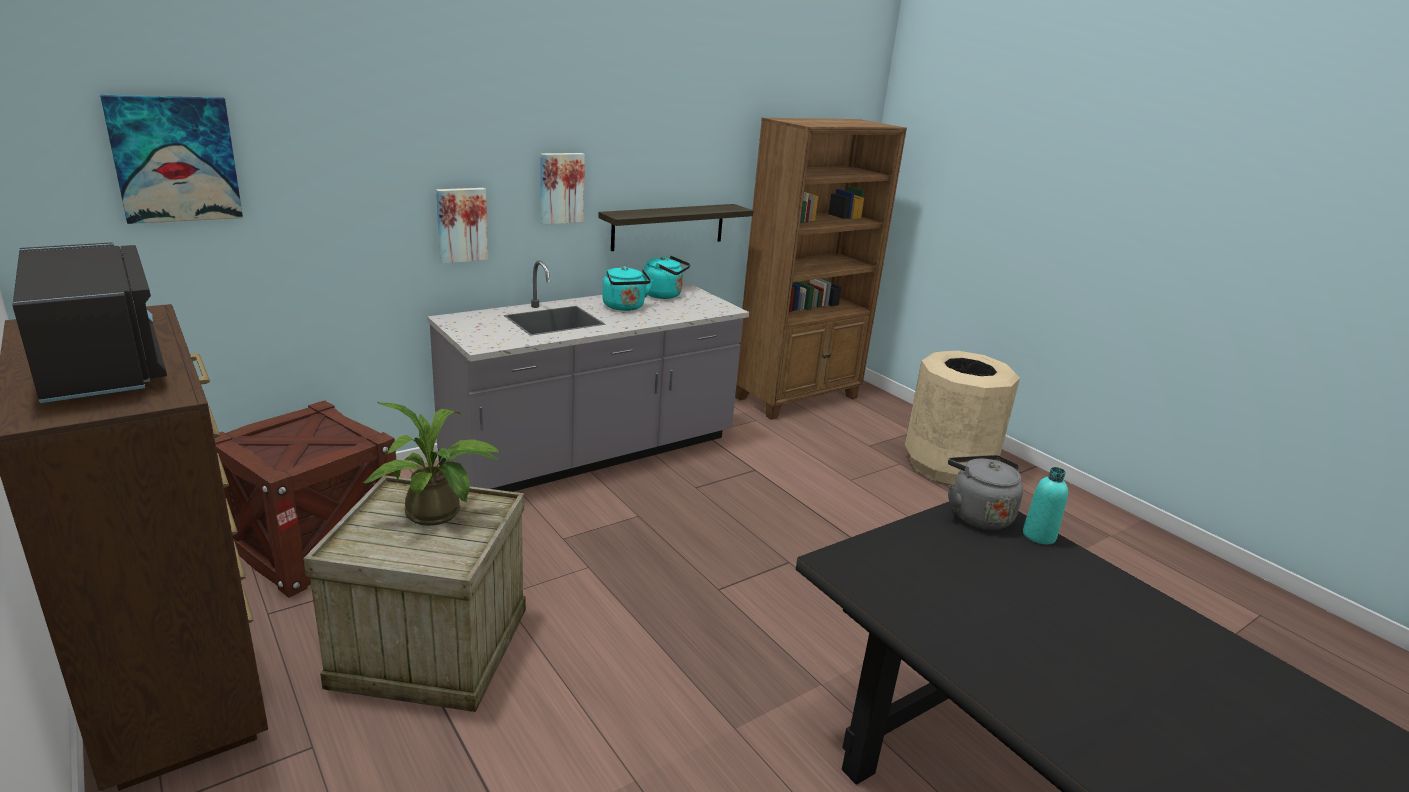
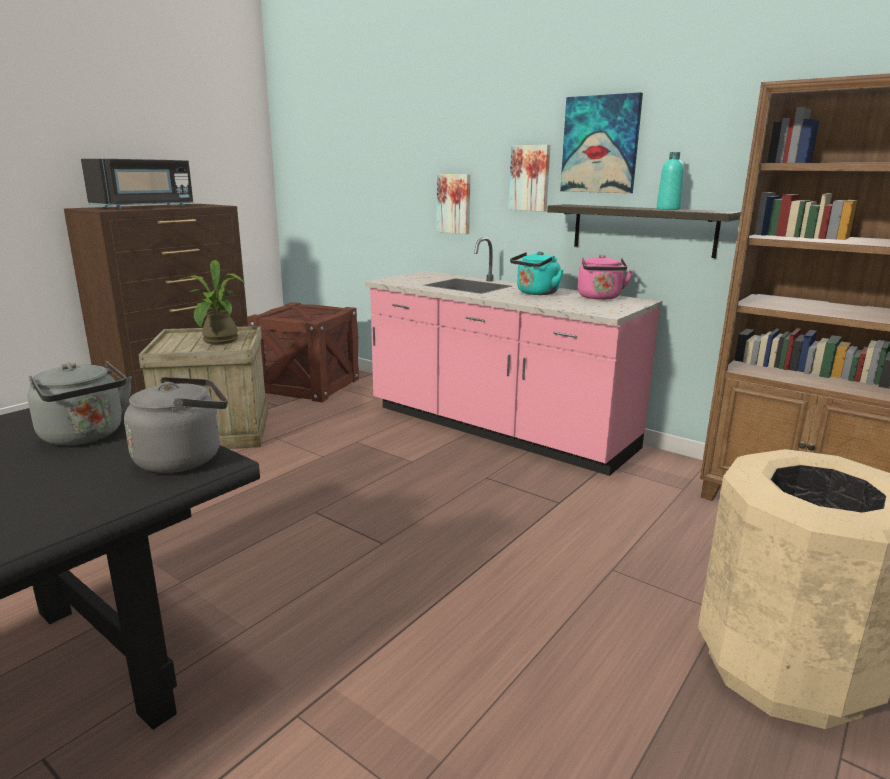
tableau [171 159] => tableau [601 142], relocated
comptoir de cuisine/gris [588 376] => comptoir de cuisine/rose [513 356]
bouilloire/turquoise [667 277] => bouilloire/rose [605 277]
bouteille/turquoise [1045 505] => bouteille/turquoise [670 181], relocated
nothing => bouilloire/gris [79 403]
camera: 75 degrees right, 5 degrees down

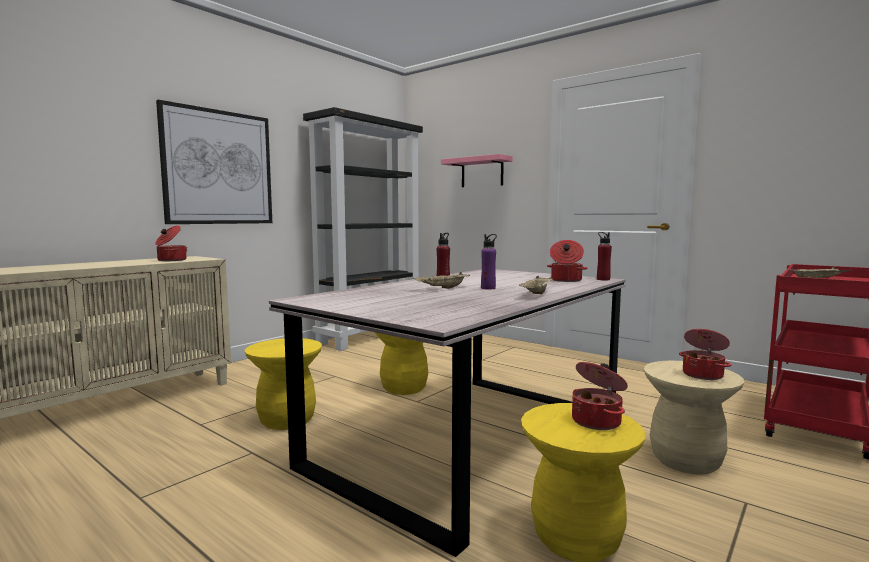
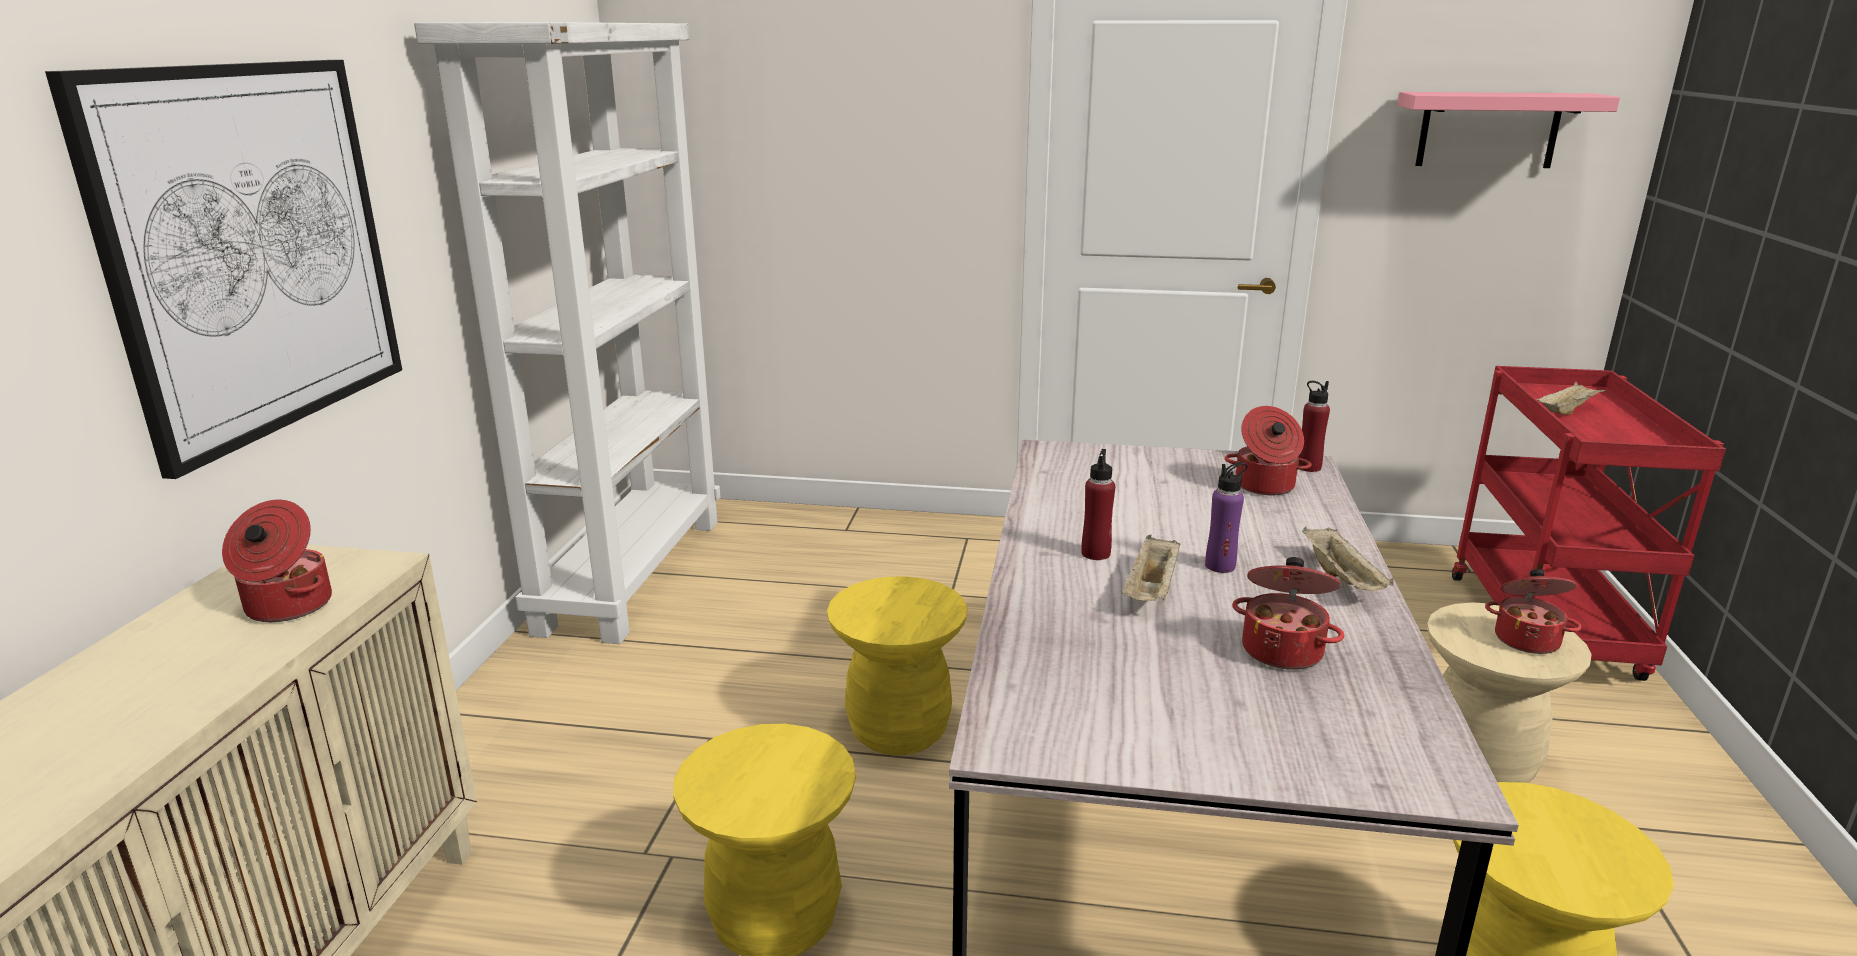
bibliothèque/noir [363 229] => bibliothèque/blanc [567 333]
étagère/rose [477 170] => étagère/rose [1508 130], relocated
marmite [600 396] => marmite [1288 613], relocated
camera: 30 degrees left, 15 degrees up

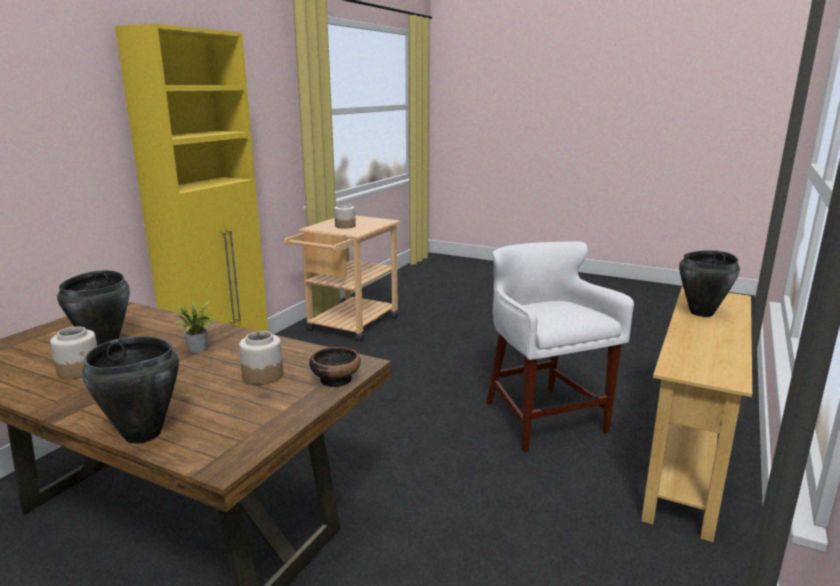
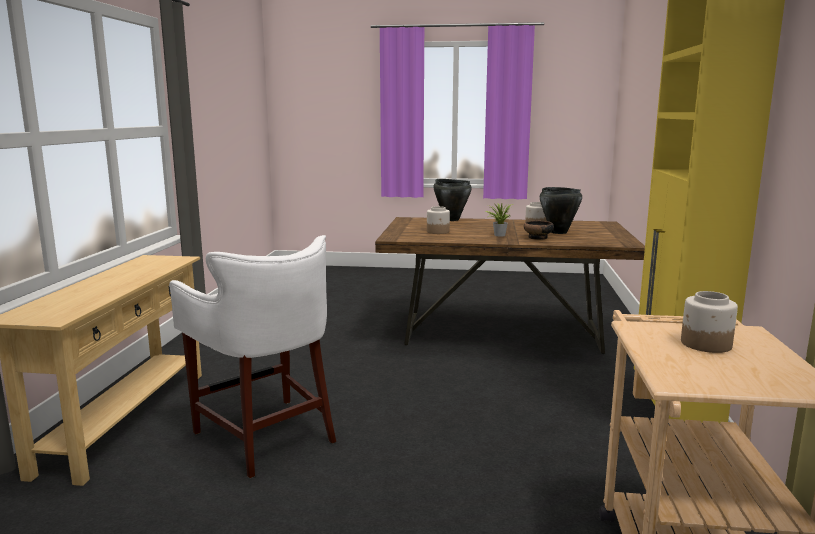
bol [335 367] => bol [539 230], relocated
marmite/noir [709 283] => nothing
camera: 160 degrees right, 5 degrees down

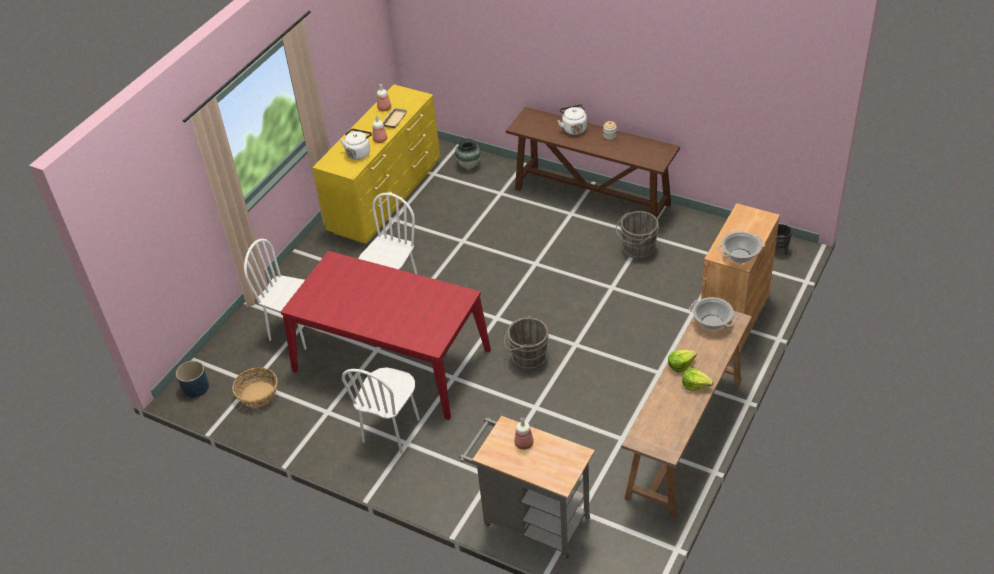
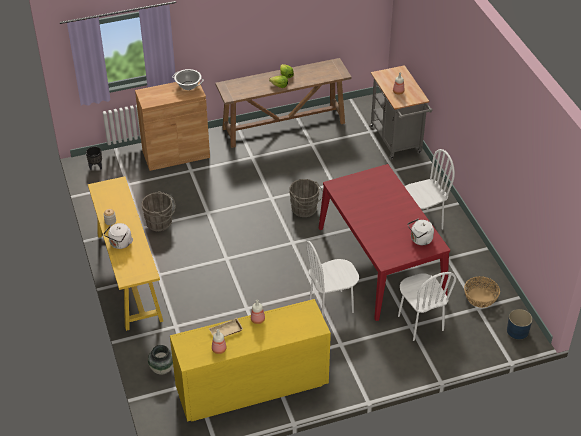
bouilloire/blanc [356 144] => bouilloire/blanc [421 232], relocated
table console/marron [593 162] => table console/jaune [125 253]
marmite [713 313] => nothing
camera: 140 degrees left, 0 degrees up

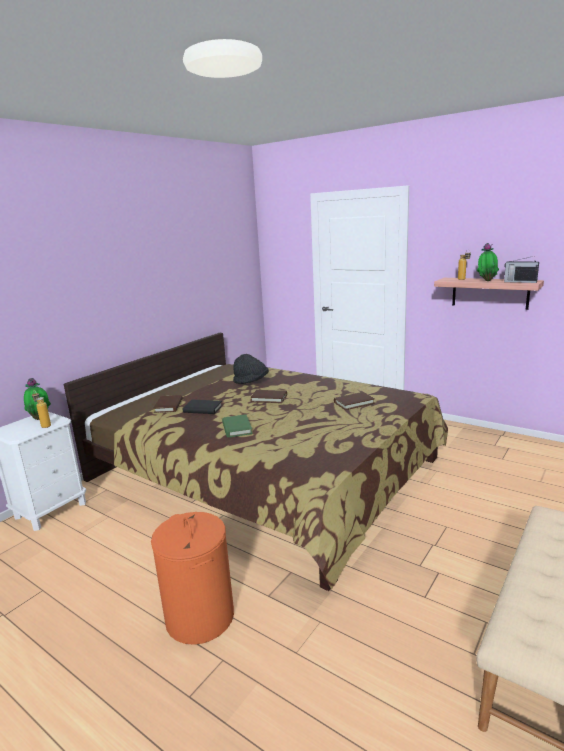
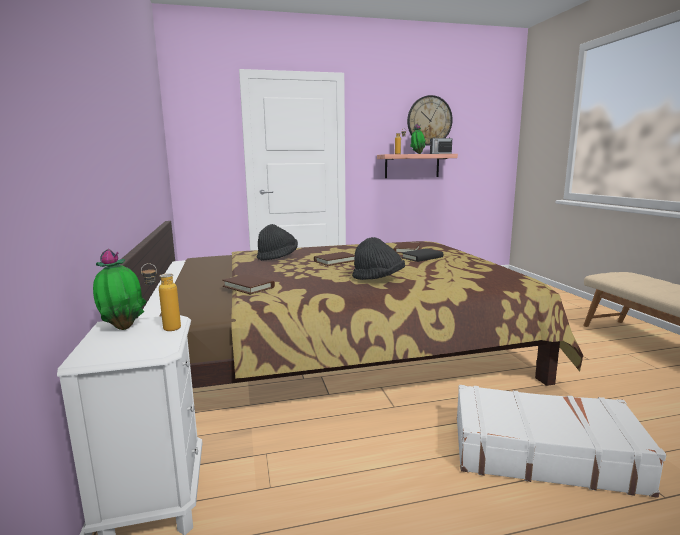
panier à linge/orange [192 578] => valise/blanc [561 441]
livre/noir [203 407] => livre/noir [422 255], relocated
livre/vert [237 426] => chapeau/noir [378 258]
nothing => horloge murale [430 120]
camera: 50 degrees left, 5 degrees down

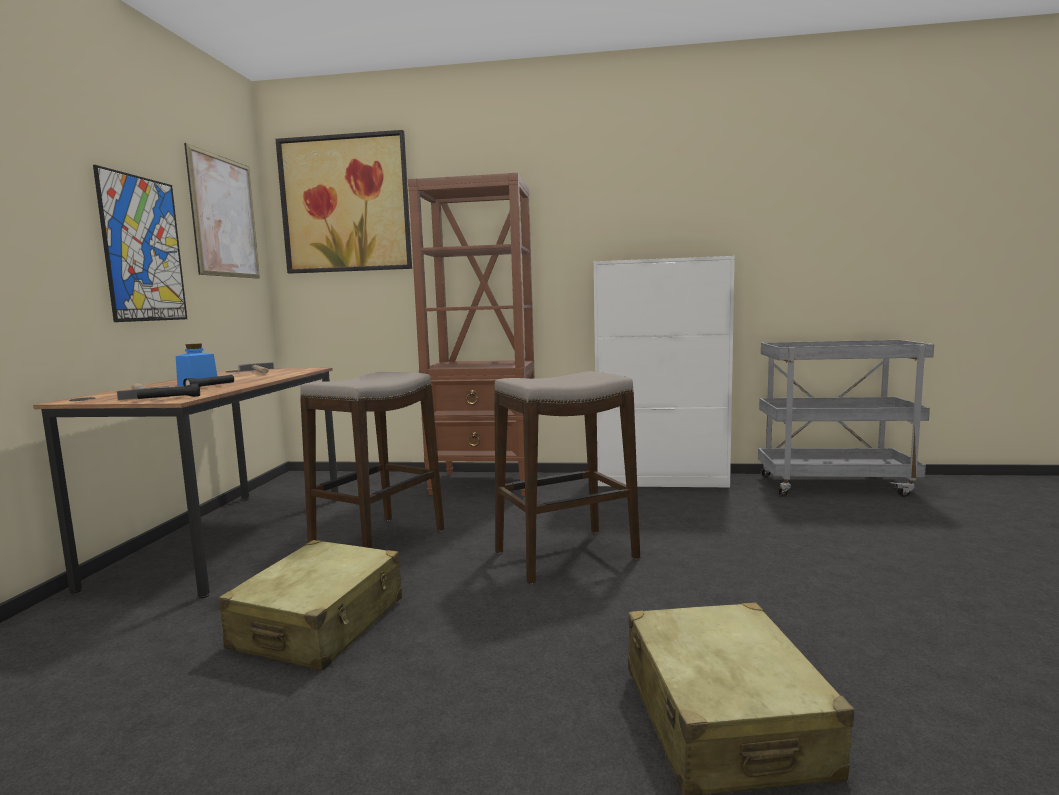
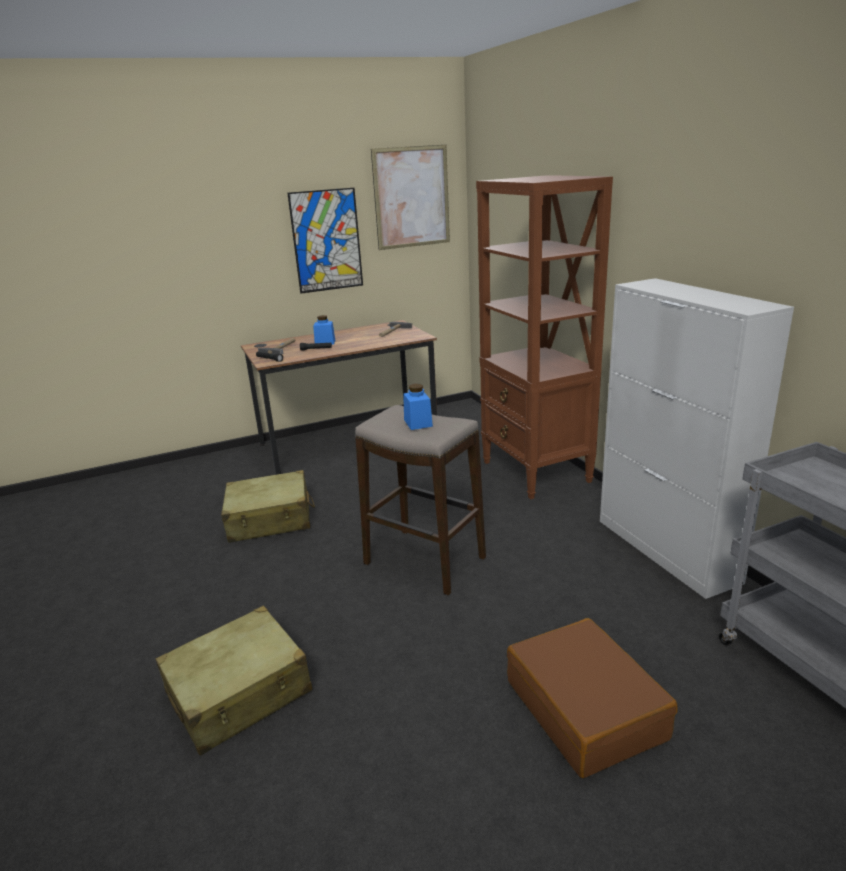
tableau [344 202] => nothing
tabouret [372 460] => nothing
nothing => bocal/bleu [418 407]
nothing => valise/marron [592 698]
camera: 60 degrees right, 15 degrees up

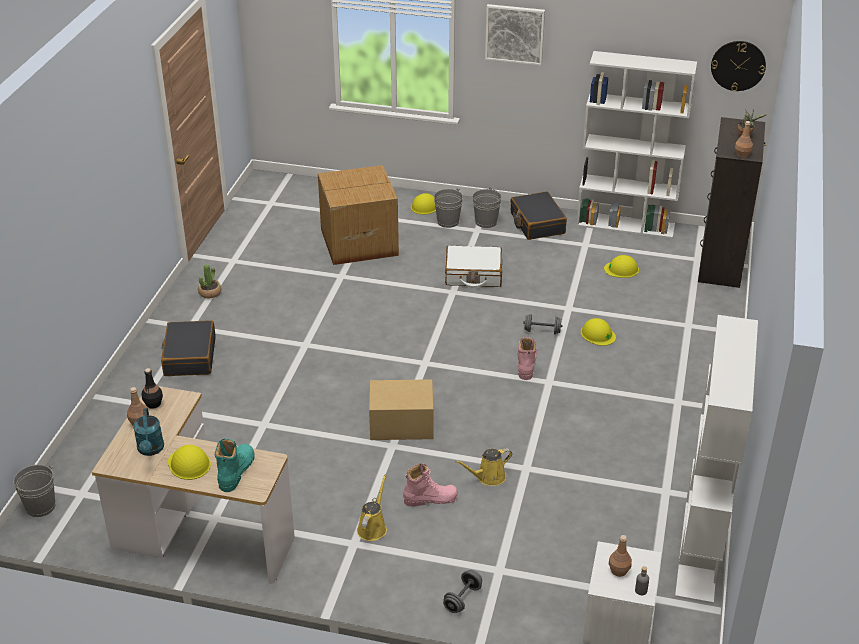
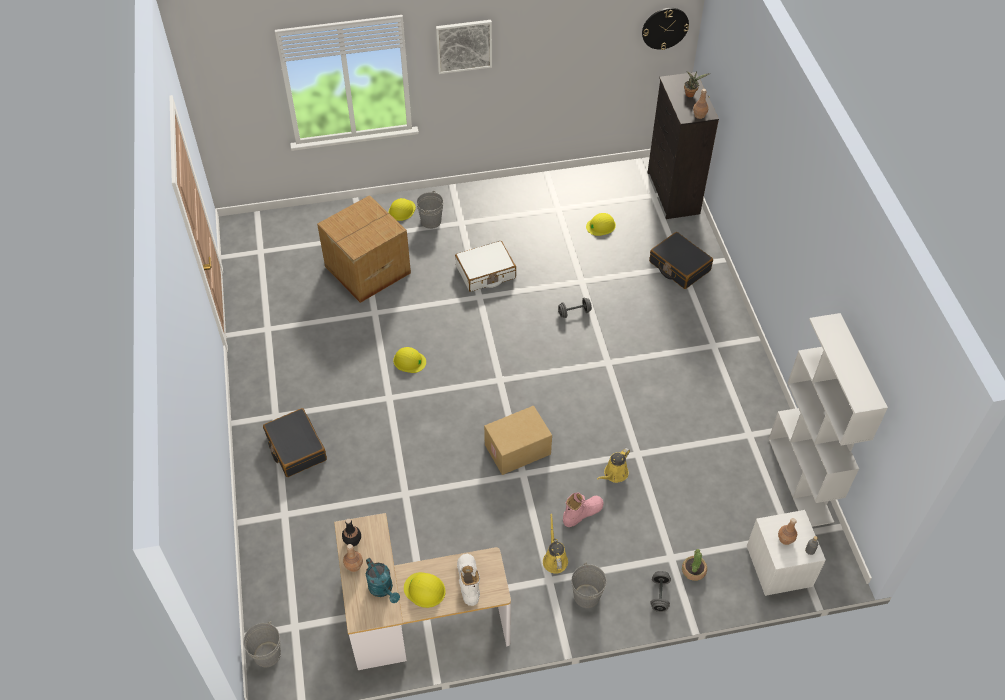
plante en pot [209 281] => plante en pot [694 565], relocated
botte/turquoise [235 465] => botte/blanc [468 580]
seau/gris [487 207] => seau/gris [589 585], relocated
valise/noir [538 215] => valise/noir [681 260], relocated
botte/rose [527 358] => nothing
bibliothèque/blanc [636 145] => nothing
casque de chantier/jaune [598 332] => casque de chantier/jaune [409 360], relocated
camera: 25 degrees left, 15 degrees up

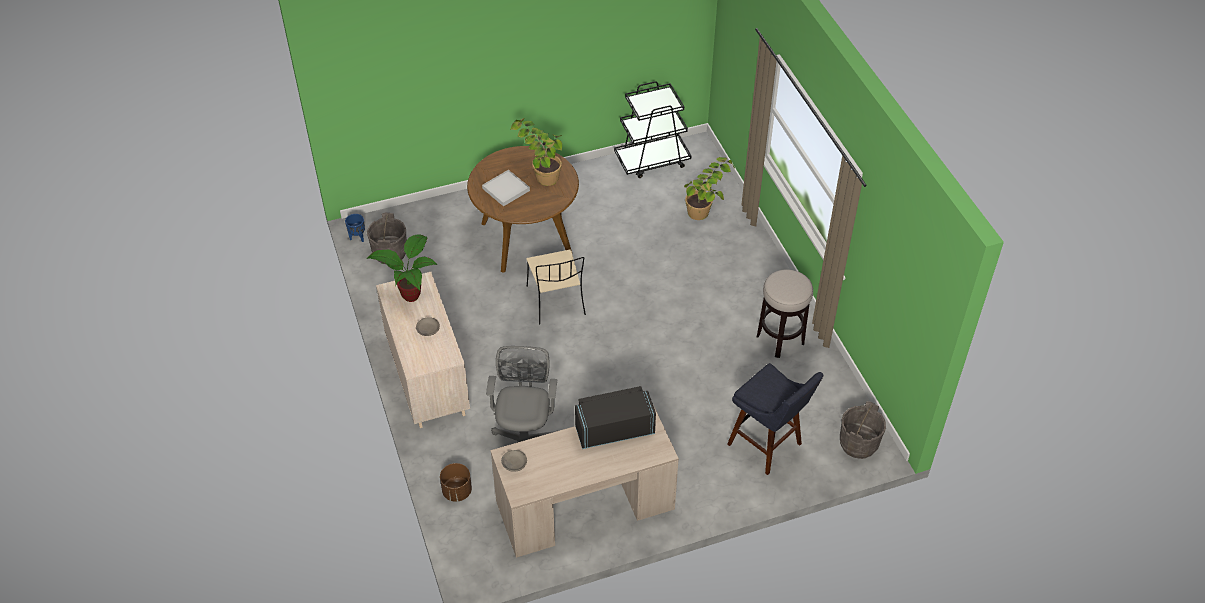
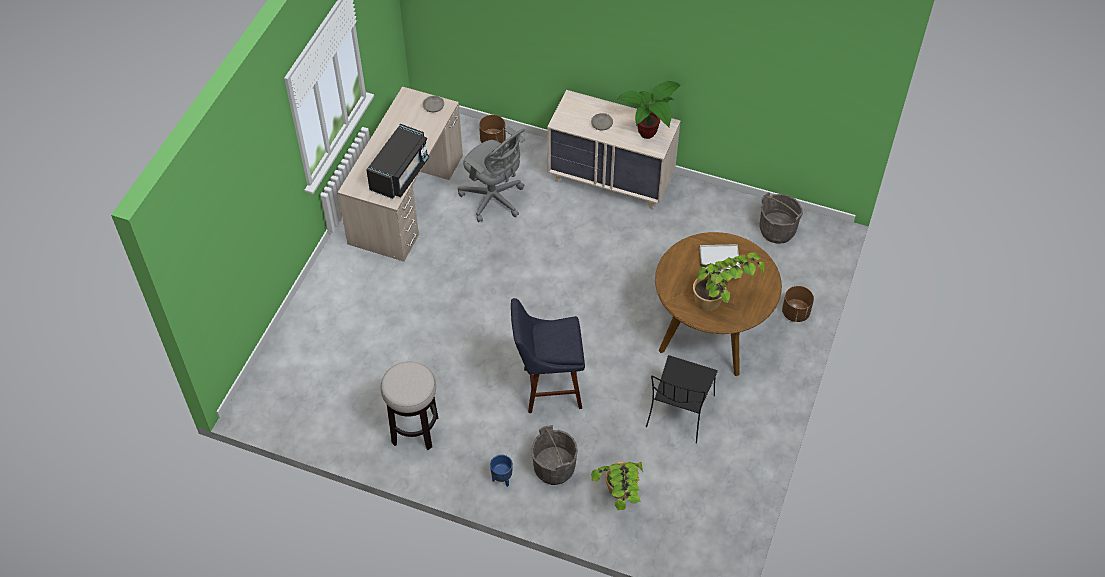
cache-pot/bleu [355 228] => cache-pot/bleu [501 471], relocated
chaise/beige [556 286] => nothing
chariot/noir [652 129] => nothing
tabouret/bleu [775 419] => tabouret/bleu [548 355], relocated
seau/gris [863 430] => seau/gris [554 455], relocated
nothing => chaise/noir [682 399]
nothing => cache-pot/marron [798 304]
camera: 130 degrees right, 5 degrees up

